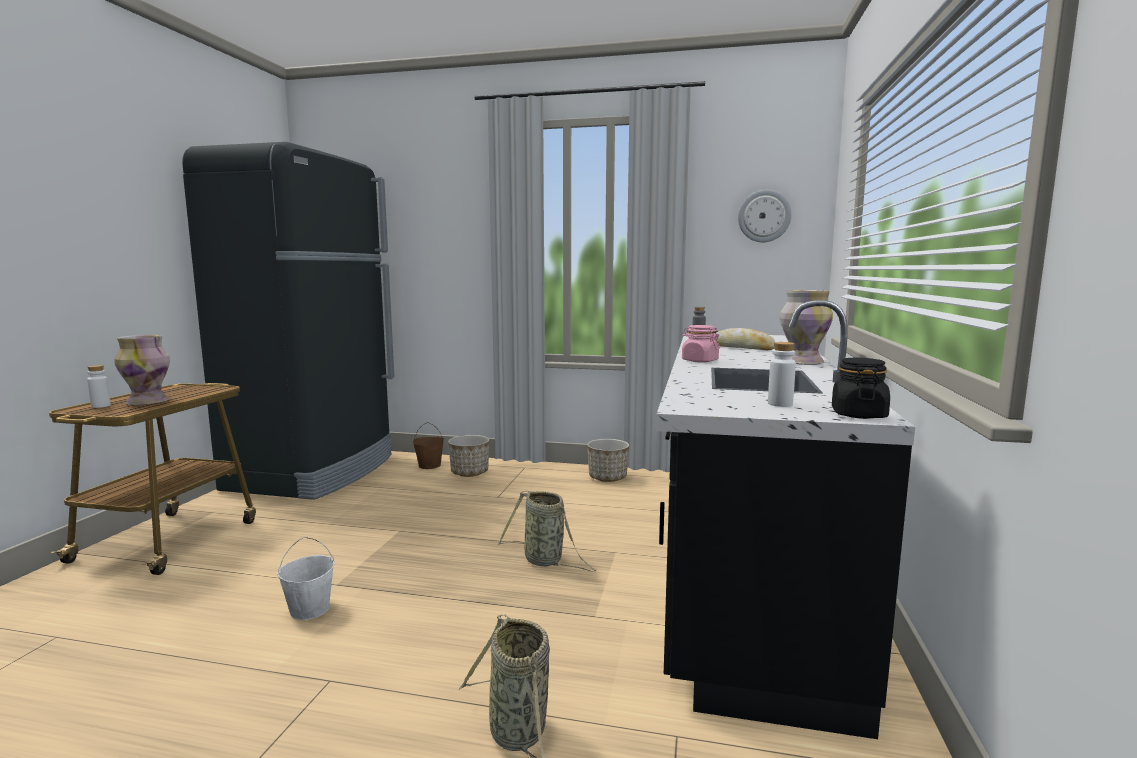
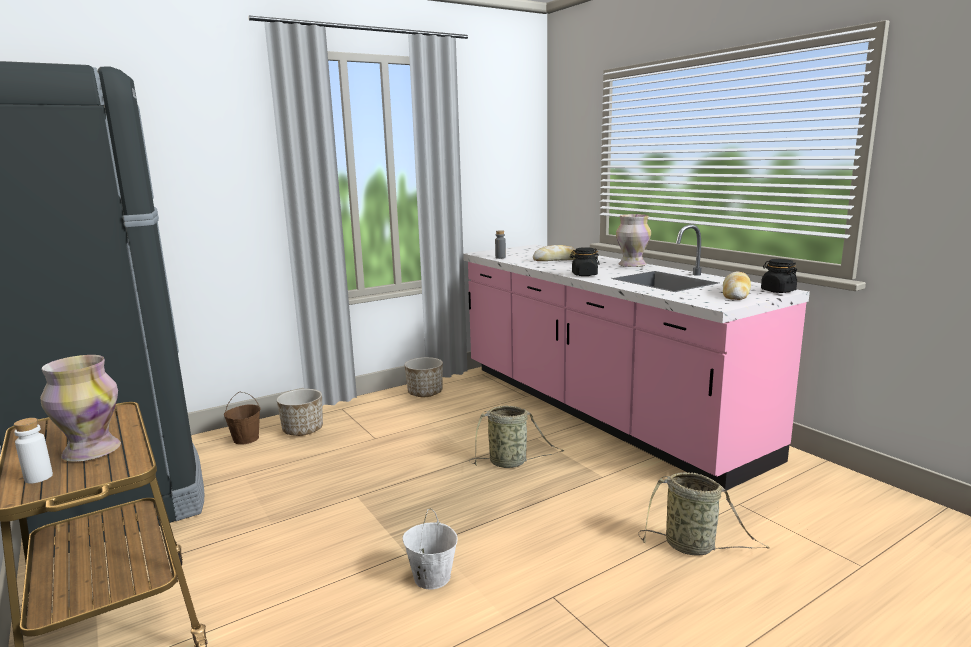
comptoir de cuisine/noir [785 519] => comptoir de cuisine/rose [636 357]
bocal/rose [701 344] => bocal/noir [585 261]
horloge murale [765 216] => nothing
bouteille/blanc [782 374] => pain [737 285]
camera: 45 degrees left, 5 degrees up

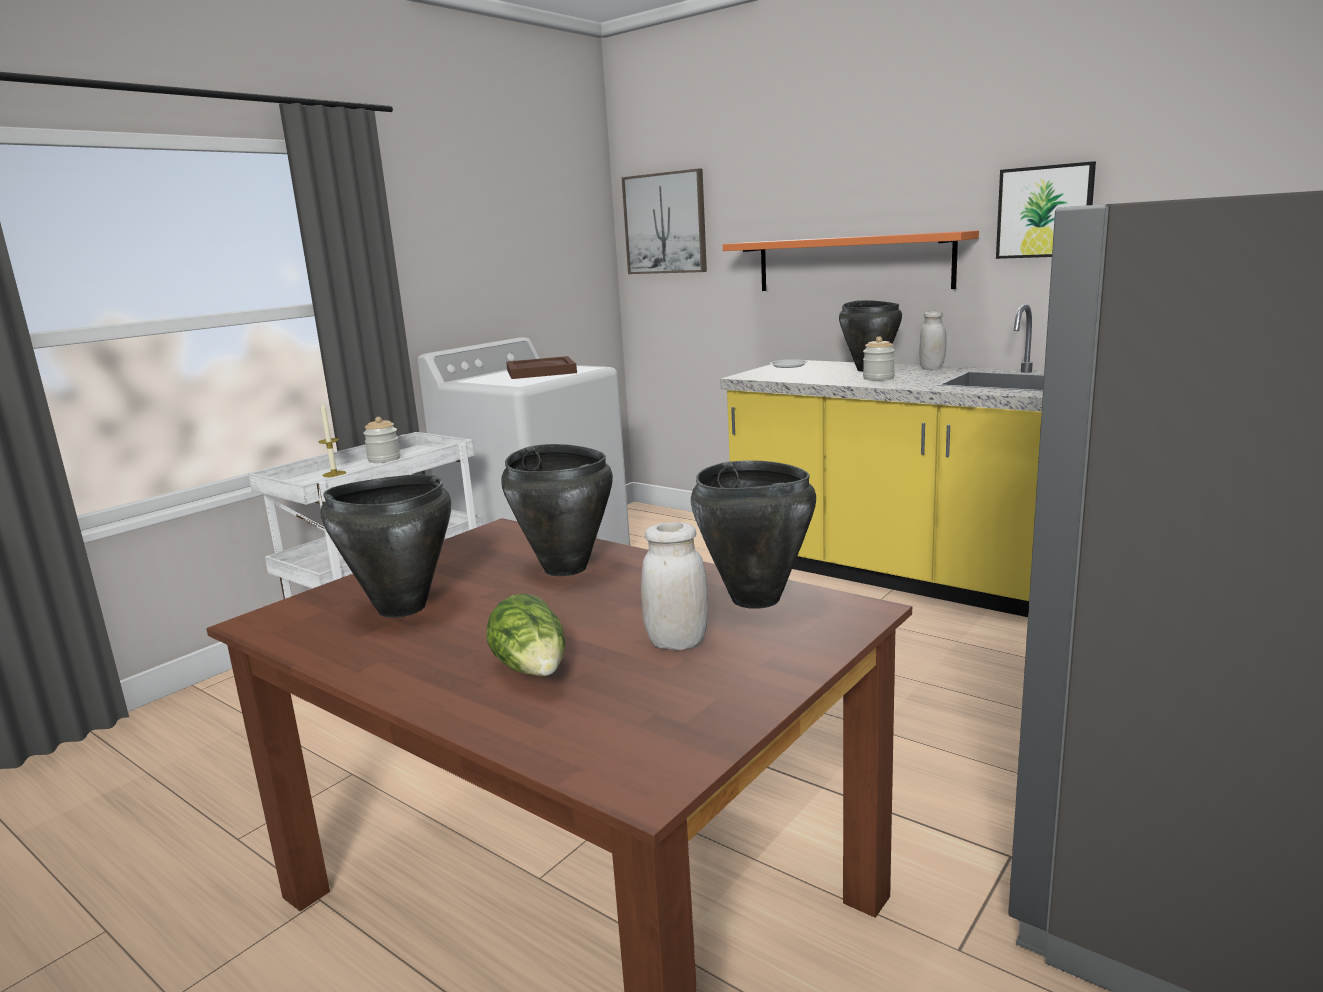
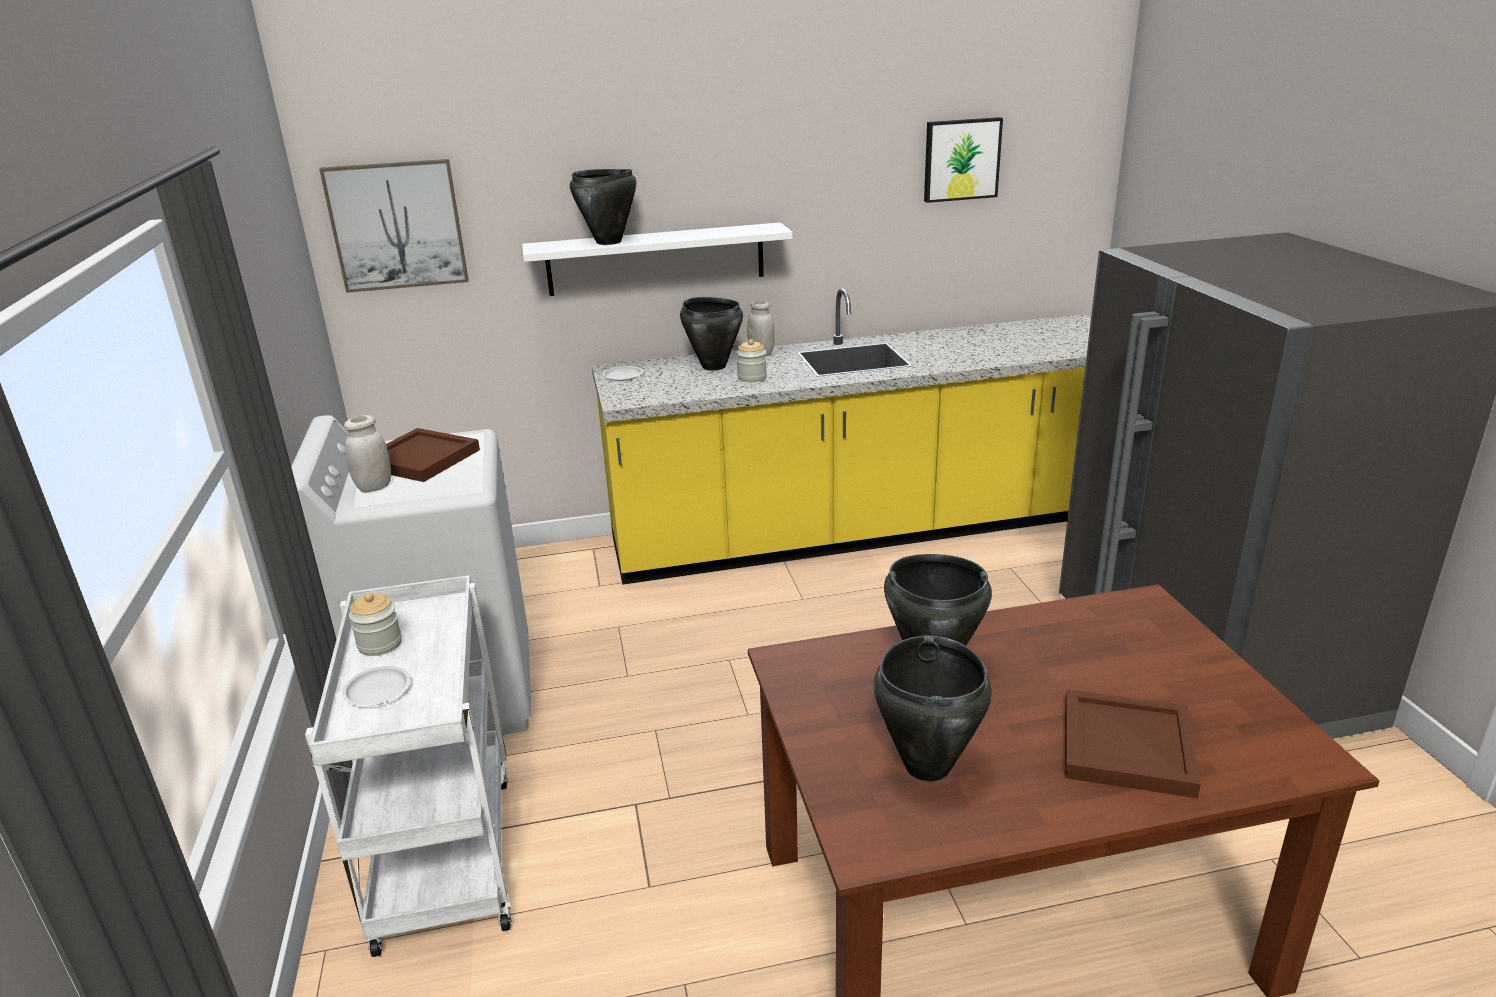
bougie [332 440] => assiette/blanc [376 686]
laitue [526 634] => plateau/marron [1133 743]
bocal/blanc [674 586] => bocal/blanc [367 454], relocated
marmite/noir [753 534] => marmite/noir [603 207], relocated
étagère/orange [851 261] => étagère/blanc [657 259]
tableau [1046 210] => tableau [963 160], relocated
camera: 50 degrees left, 10 degrees up

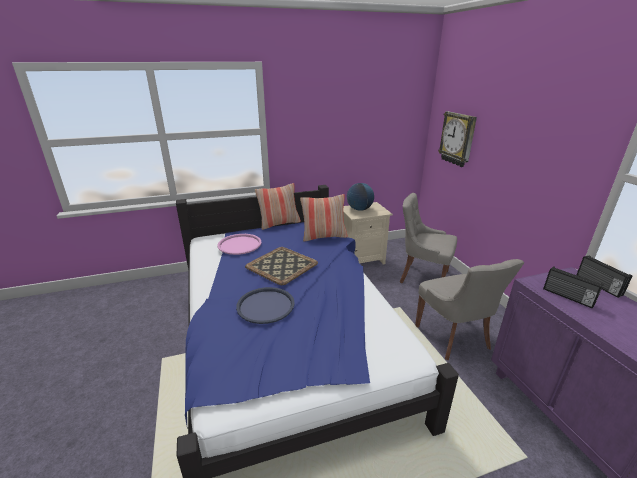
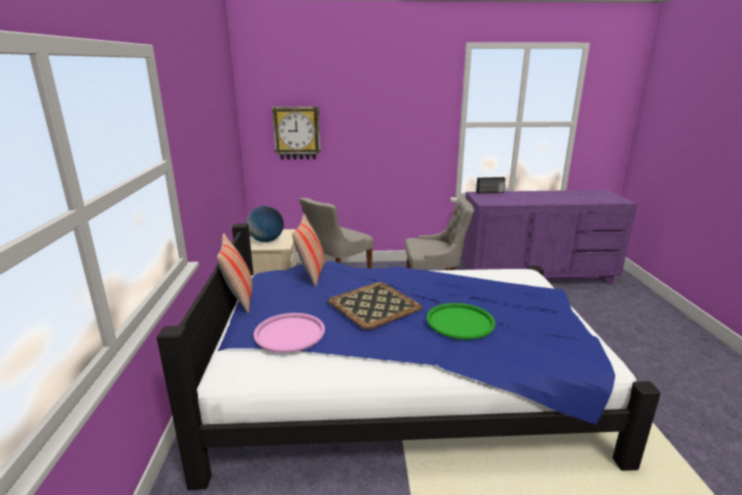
plateau/bleu [265 305] => plateau/vert [460 321]
radio [573 287] => nothing
camera: 75 degrees left, 5 degrees down

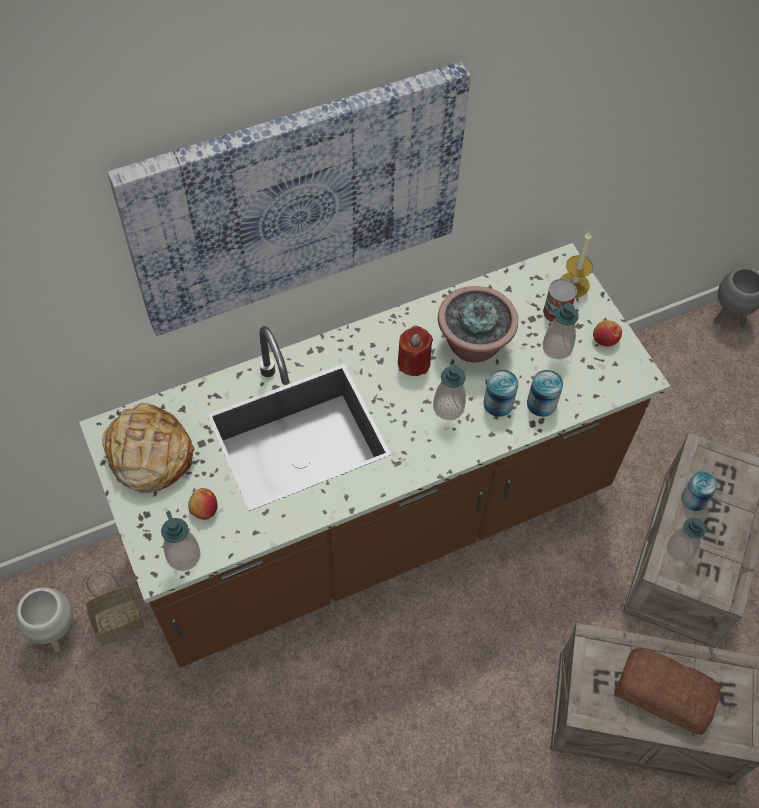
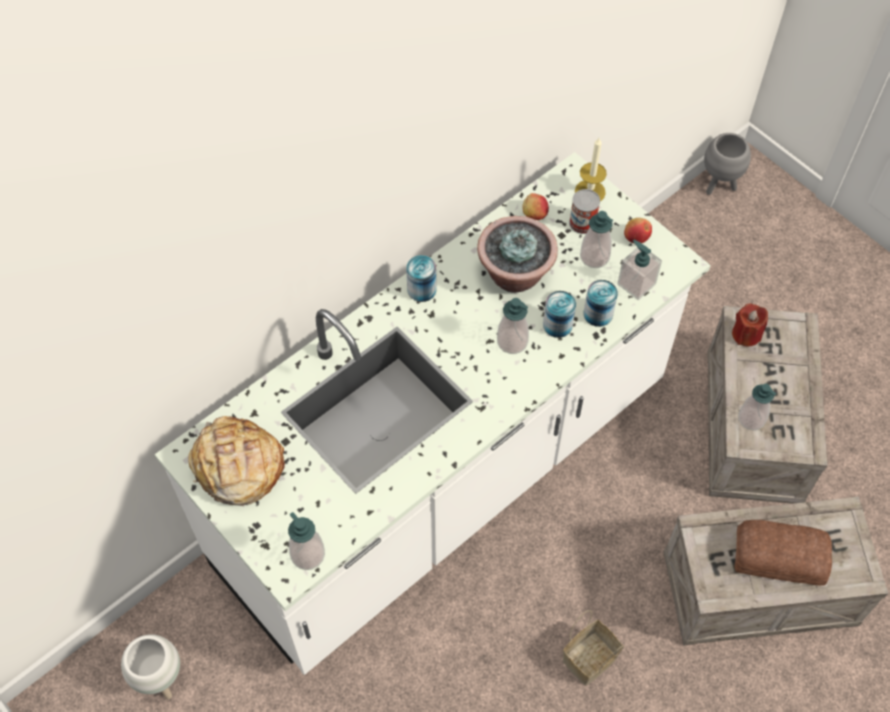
comptoir de cuisine/marron [374 455] => comptoir de cuisine/blanc [432 413]
panier [115 607] => panier [593 648], relocated
tableau [289 199] => nothing
pomme [202 504] => pomme [535 206], relocated
bougie/rouge [415 351] => bougie/rouge [750 325], relocated
boîte métallique [699 491] => boîte métallique [421 278], relocated
nothing => distributeur de savon [639 270]
camera: 15 degrees left, 0 degrees up

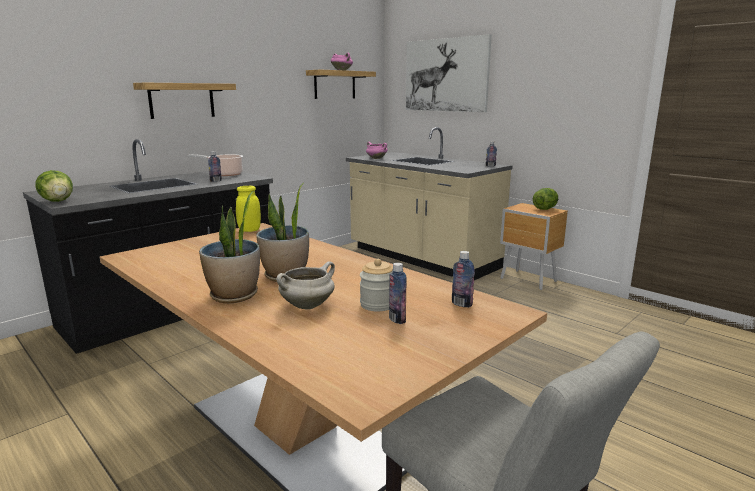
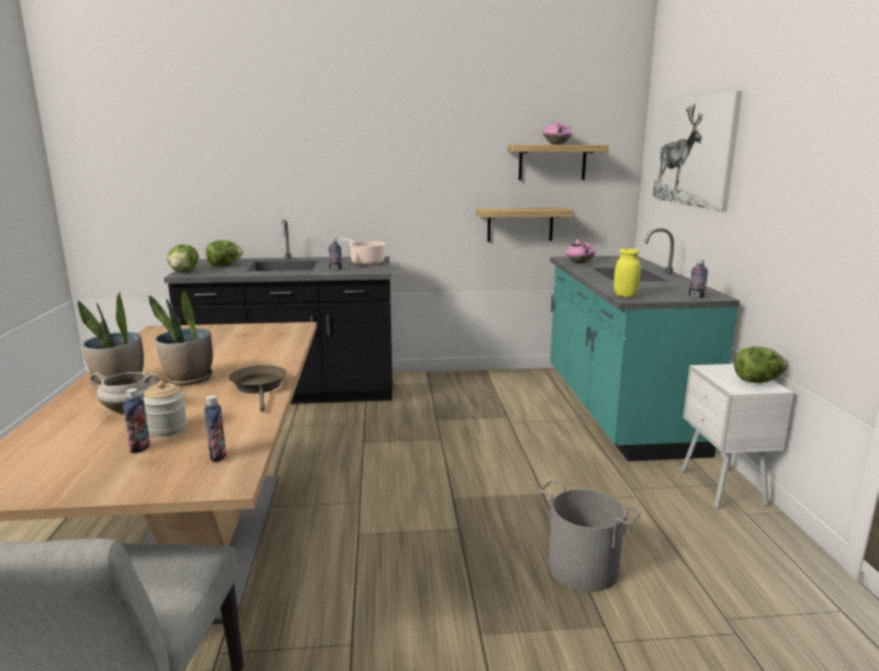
étagère [184 101] => étagère [525 225], relocated
bocal/jaune [248 209] => bocal/jaune [627 272], relocated
comptoir de cuisine/beige [429 203] => comptoir de cuisine/turquoise [645 344]
table de chevet/marron [534 246] => table de chevet/blanc [737 436]
nothing => laitue [224 253]
nothing => poêle/marron [258 388]
nothing => seau/gris [590 536]
camera: 40 degrees right, 0 degrees up

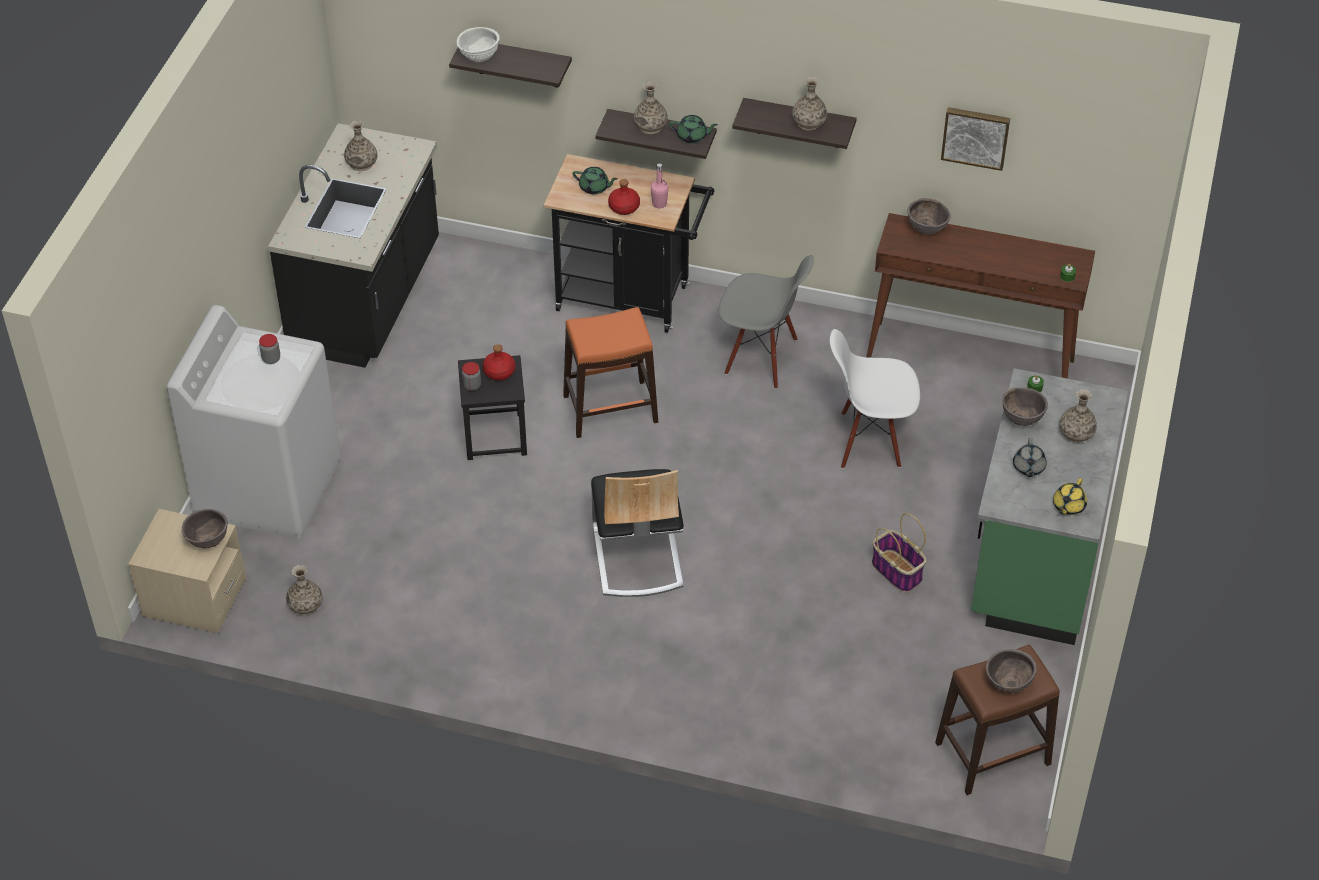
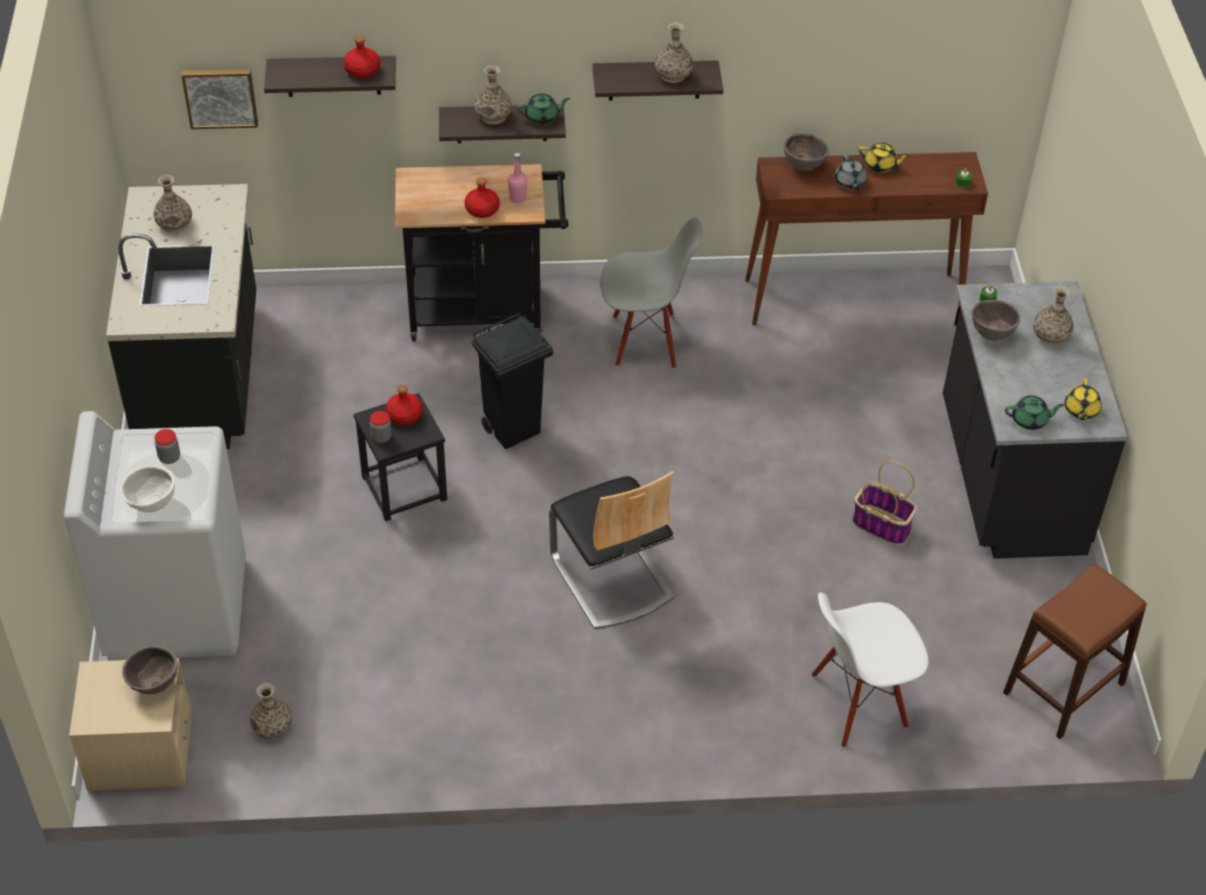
bol/blanc [478 44] => bol/blanc [147 489], relocated
tabouret/orange [610 372] => poubelle/noir [512 380]
théière/vert [595 180] => théière/vert [1034 412], relocated
chaise/blanc [875 399] => chaise/blanc [870 670], relocated
tableau [975 139] => tableau [219 99], relocated
comptoir de cuisine/vert [1050 506] => comptoir de cuisine/noir [1035 420]
bol/marron [1011 671] => nothing
théière/gris [1030 457] => théière/gris [851 171], relocated
nothing => bouteille/rouge [361 57]
nothing => théière/jaune [883 158]
camera: 20 degrees left, 0 degrees up

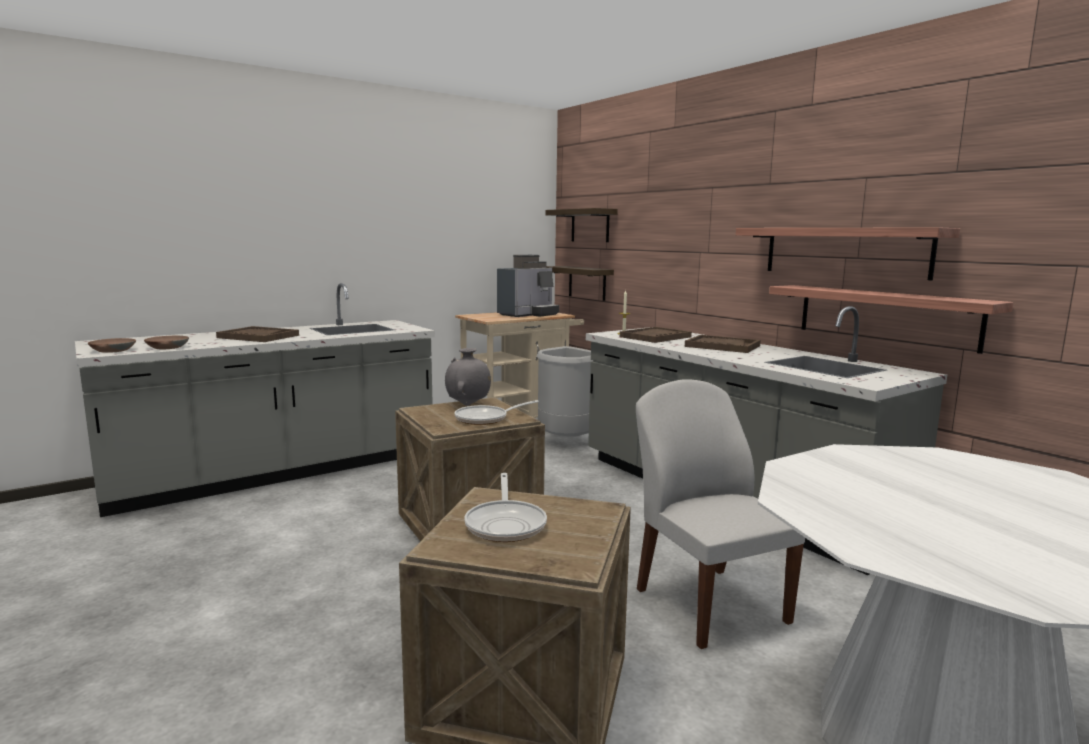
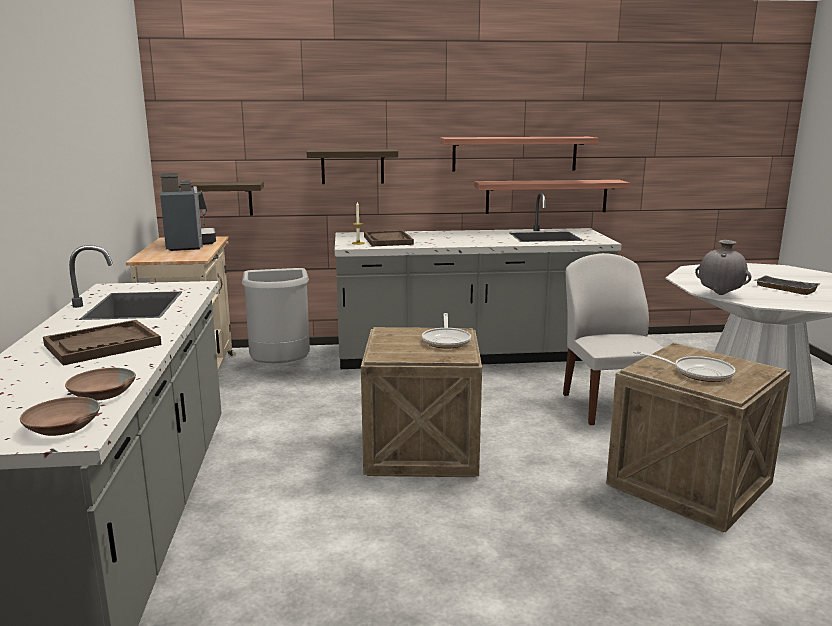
vase/gris [468 377] => vase/gris [723 267], relocated
étagère [581 225] => étagère [352 166], relocated
chaise/blanc [720 514] => chaise/blanc [613 339], 75 degrees clockwise
plateau/marron [723 344] => nothing
nothing => plateau/gris [787 285]
camera: 60 degrees left, 5 degrees up

